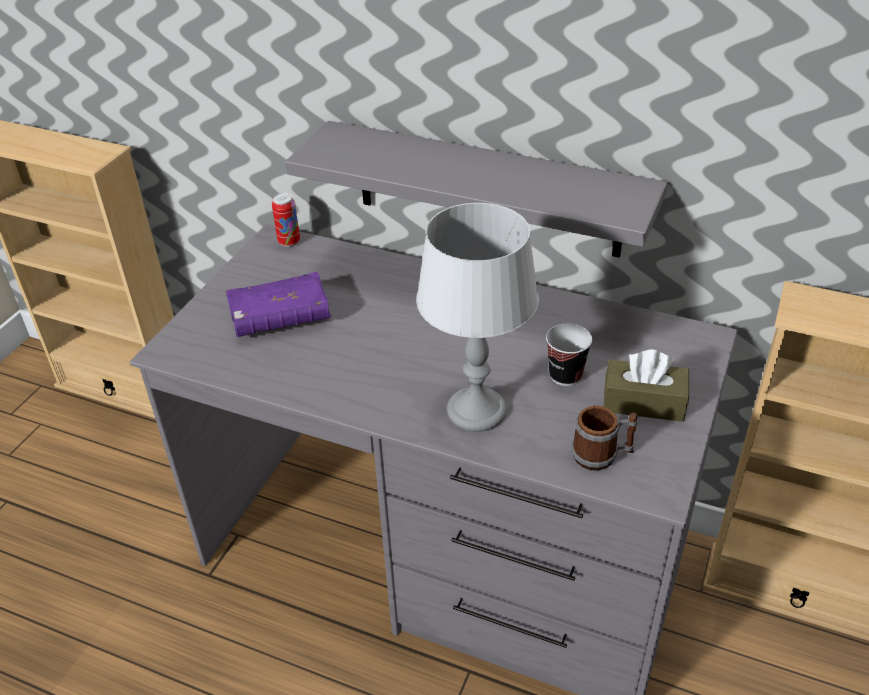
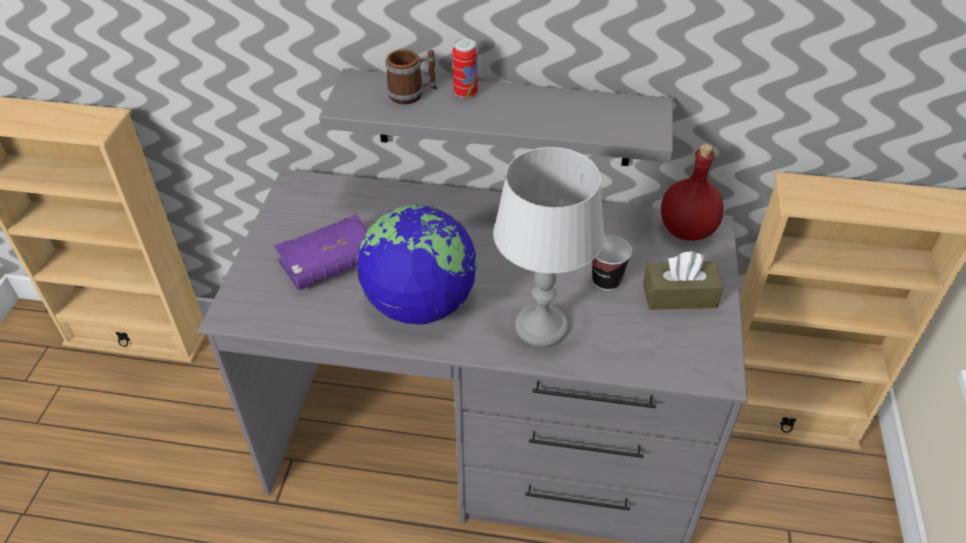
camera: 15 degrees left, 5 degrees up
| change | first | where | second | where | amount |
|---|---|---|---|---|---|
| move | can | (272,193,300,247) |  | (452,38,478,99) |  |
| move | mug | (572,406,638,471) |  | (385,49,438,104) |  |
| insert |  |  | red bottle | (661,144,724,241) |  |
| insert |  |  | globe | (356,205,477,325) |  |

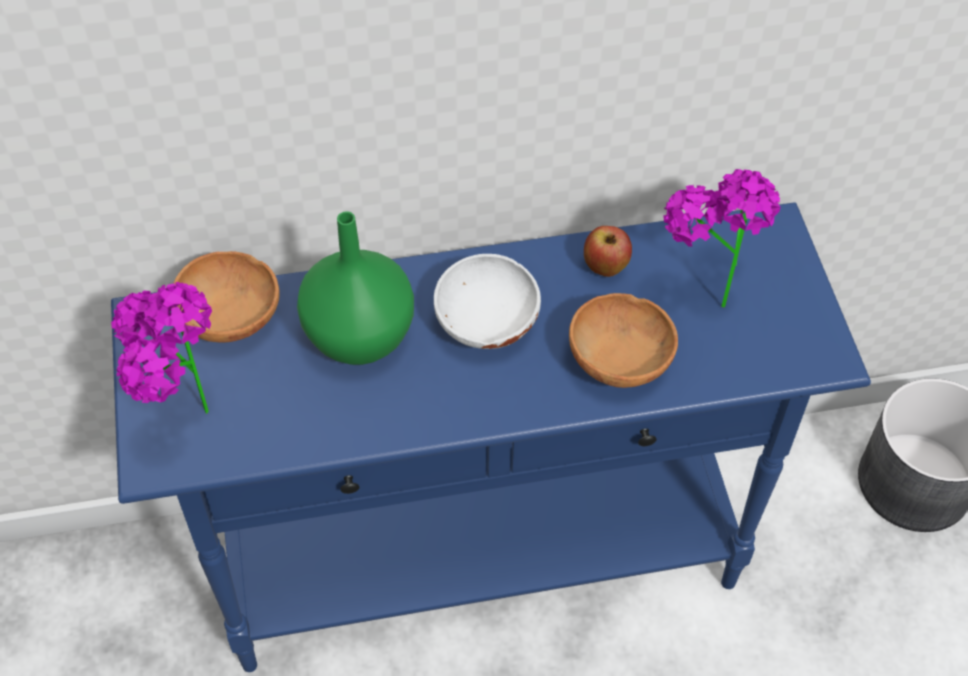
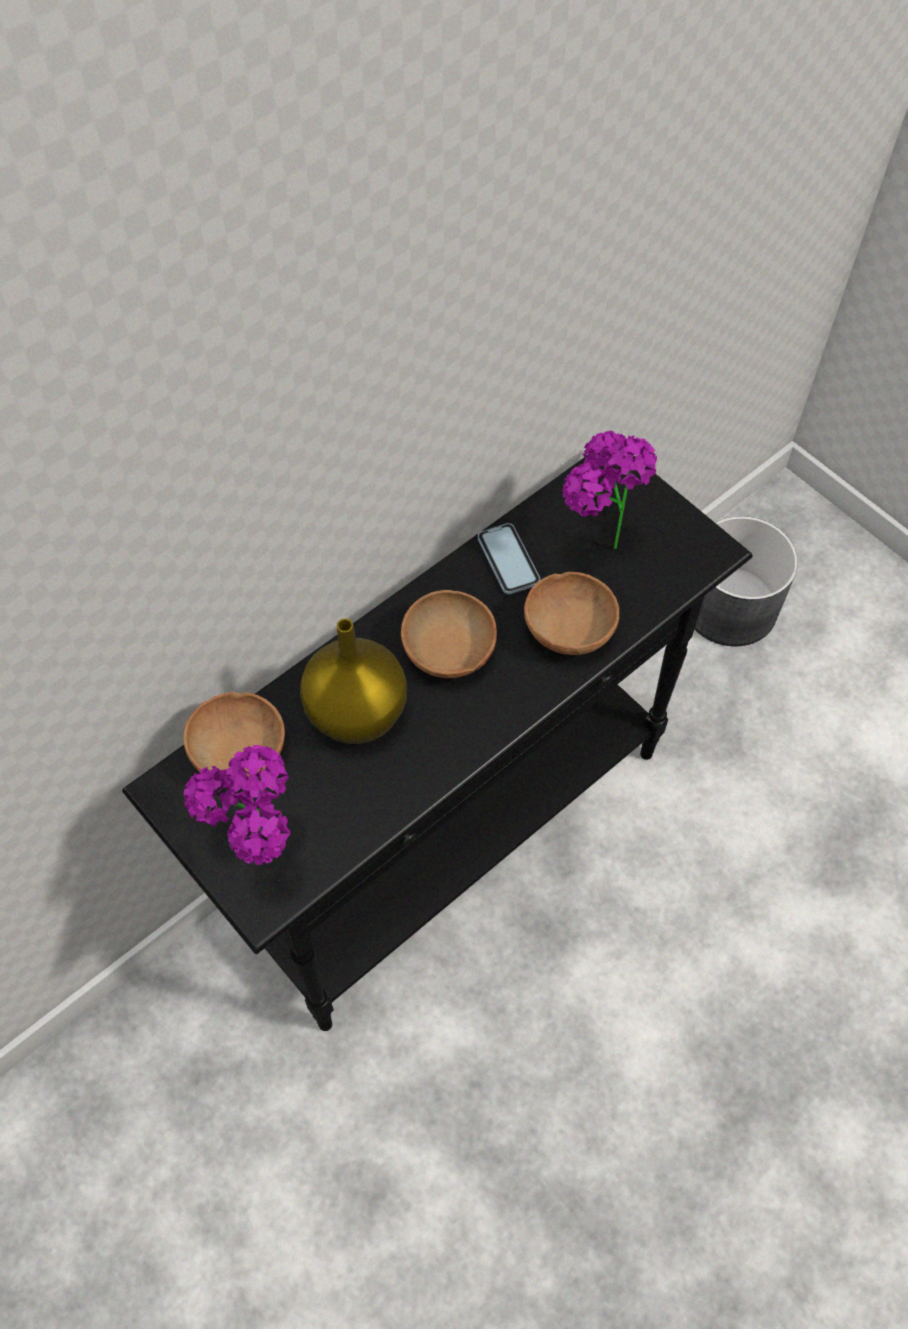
camera: 30 degrees left, 5 degrees up
| change | first | where | second | where | amount |
|---|---|---|---|---|---|
| recolor | blue console table | (111,202,871,672) | black console table | (122,453,753,1031) |  |
| recolor | green vase | (297,211,414,365) | yellow vase | (300,618,407,744) |  |
| replace | apple | (584,226,632,277) | phone | (478,523,540,594) |  |
| recolor | white bowl | (434,254,541,349) | brown bowl | (401,590,497,678) |  |

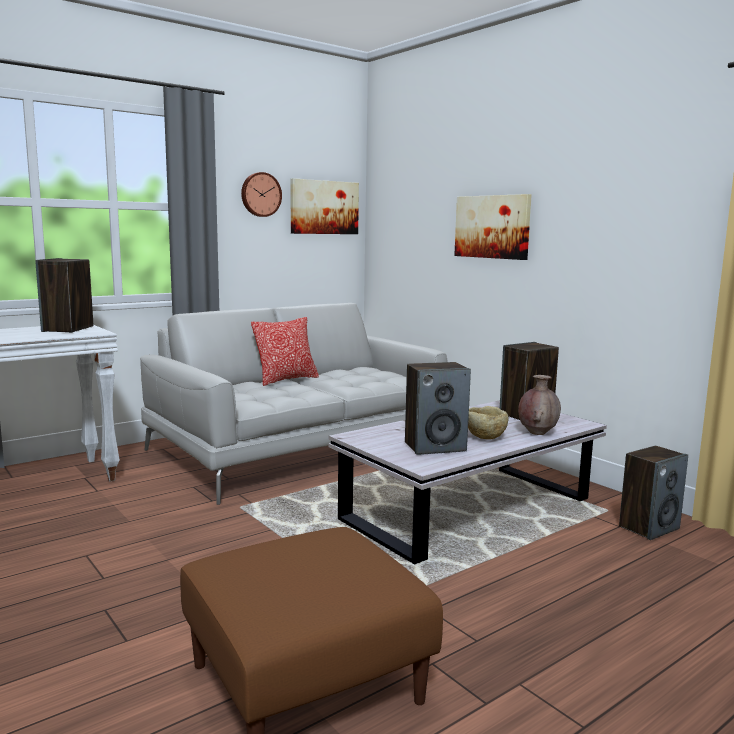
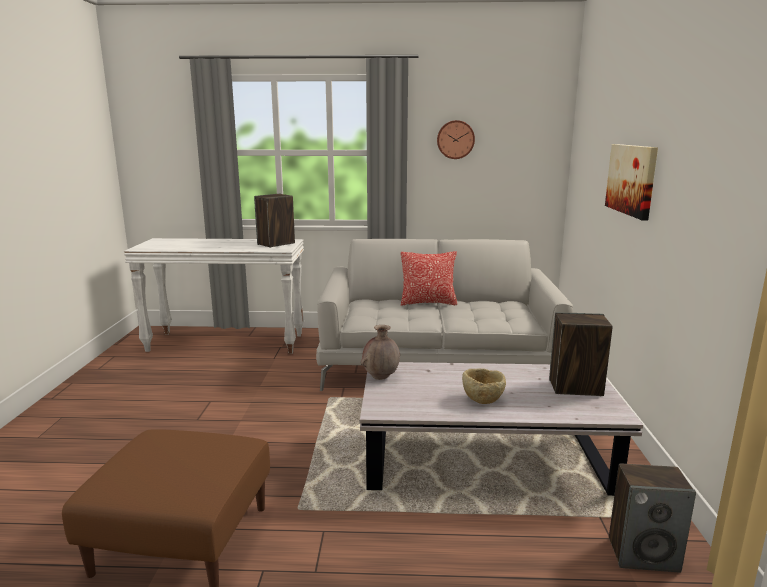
camera: 40 degrees right, 5 degrees up
| change | first | where | second | where | amount |
|---|---|---|---|---|---|
| delete | picture | (290,178,359,234) |  |  |  |
| delete | speaker | (405,362,471,455) |  |  |  |
| move | brown vase | (518,375,561,435) |  | (361,325,400,380) |  |

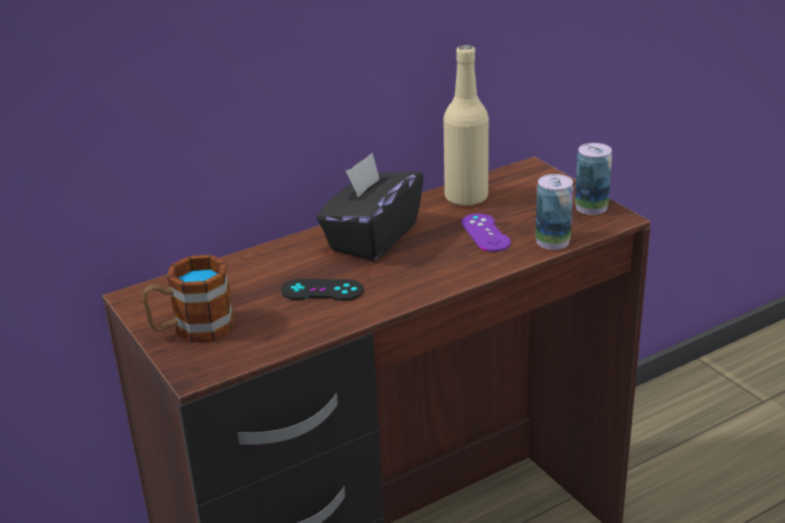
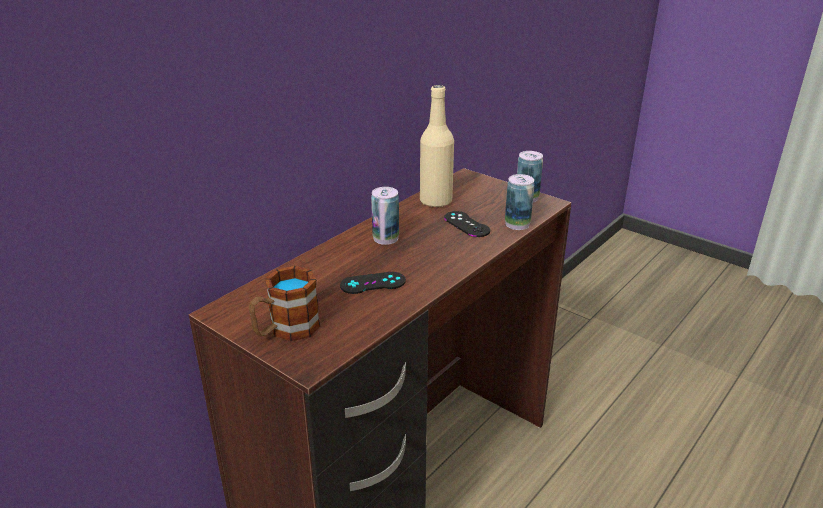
camera: 20 degrees left, 0 degrees up
| change | first | where | second | where | amount |
|---|---|---|---|---|---|
| replace | black tissue box | (316,153,424,261) | can | (371,187,399,245) |  |
| recolor | purple game controller | (461,214,511,252) | black game controller | (444,211,490,237) |  |

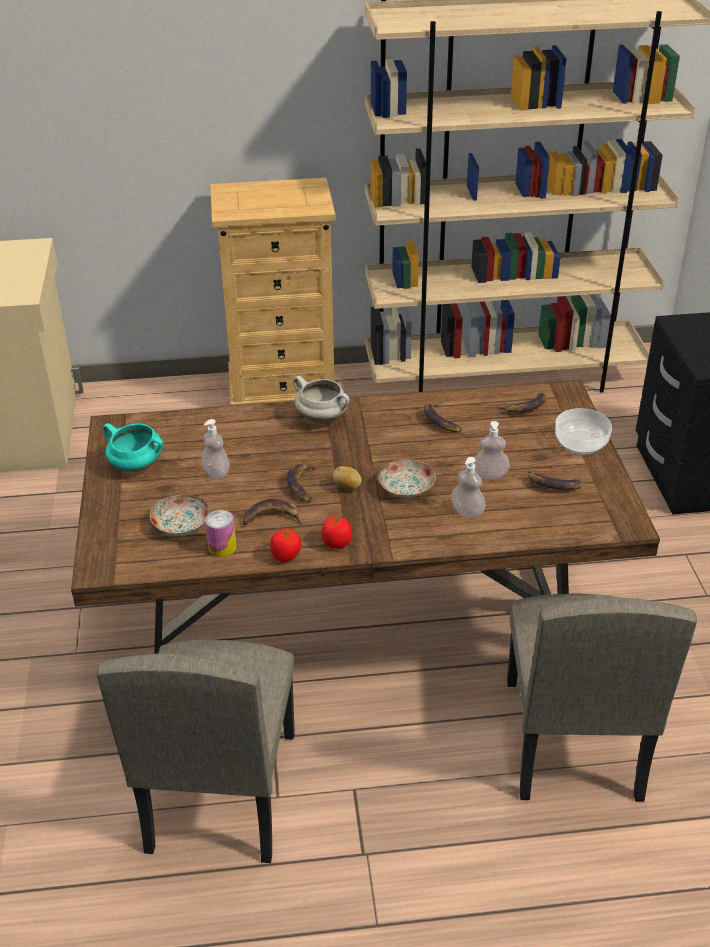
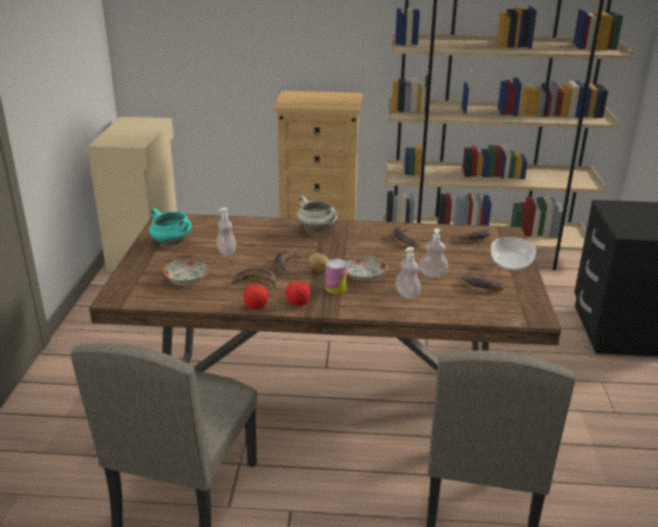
camera: 10 degrees right, 10 degrees down
| change | first | where | second | where | amount |
|---|---|---|---|---|---|
| move | can | (205,510,237,557) |  | (325,259,347,294) |  |

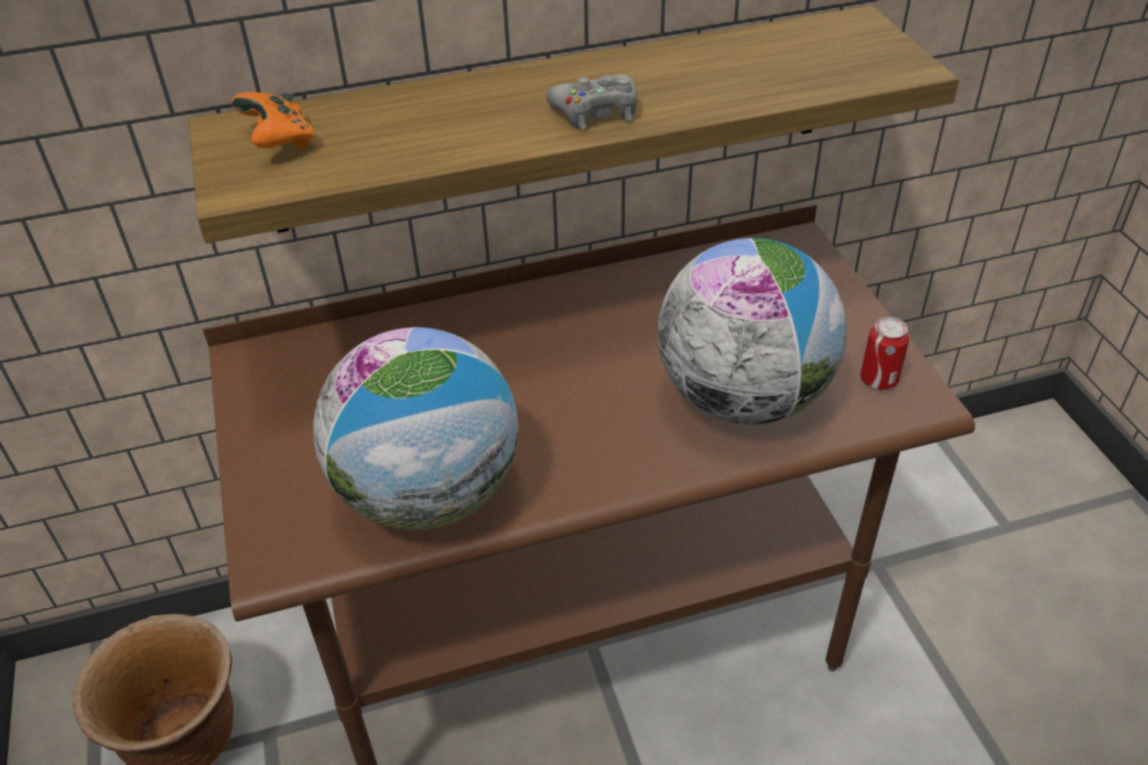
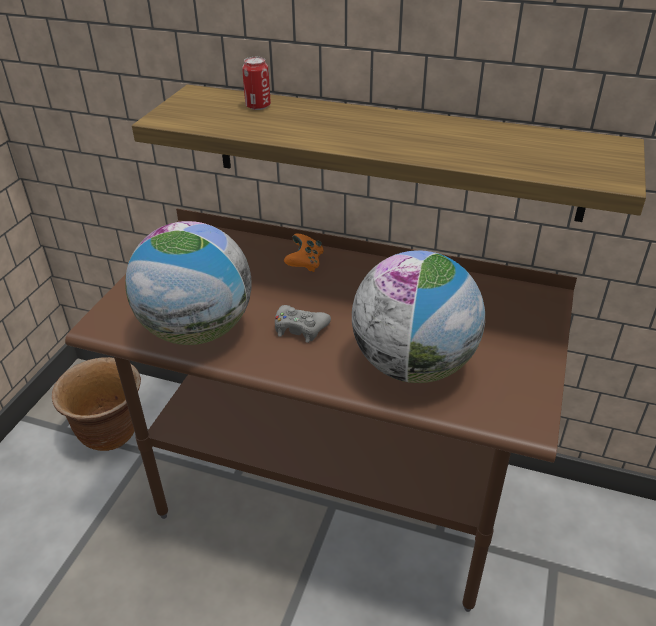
camera: 35 degrees right, 5 degrees down
| change | first | where | second | where | amount |
|---|---|---|---|---|---|
| move | grey game controller | (546,74,637,129) |  | (275,305,331,343) |  |
| move | orange game controller | (232,92,314,150) |  | (284,234,324,272) |  |
| move | can | (860,317,910,390) |  | (242,57,271,110) |  |

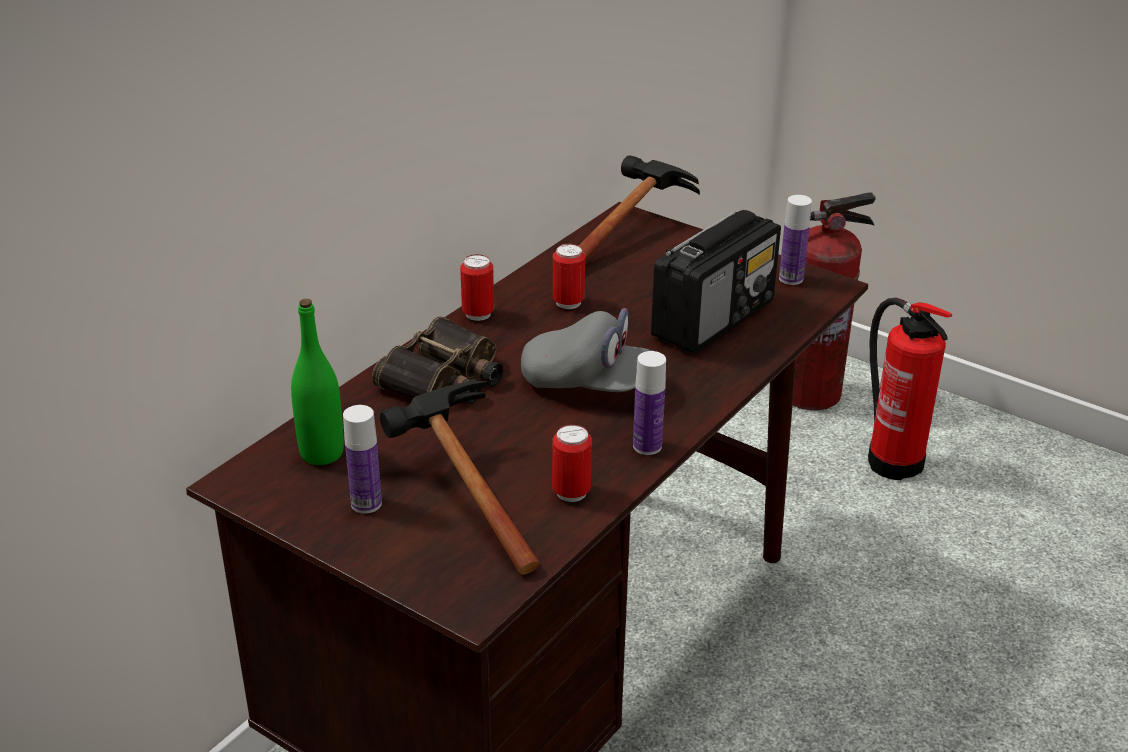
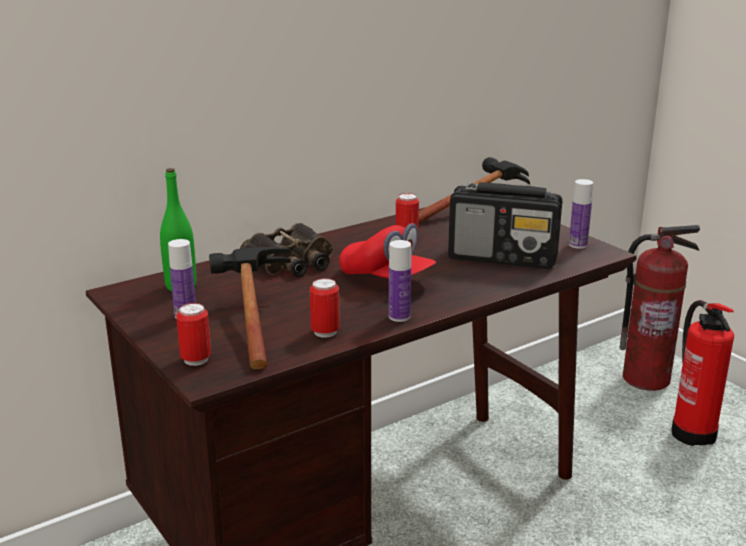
camera: 20 degrees right, 10 degrees down
| change | first | where | second | where | amount |
|---|---|---|---|---|---|
| rotate | radio | (651,210,781,354) |  | (448,182,562,269) | 45 degrees clockwise |
| move | can | (460,254,494,321) |  | (176,303,211,366) |  |
| recolor | grey cap | (521,308,653,392) | red cap | (339,223,436,279) |  |

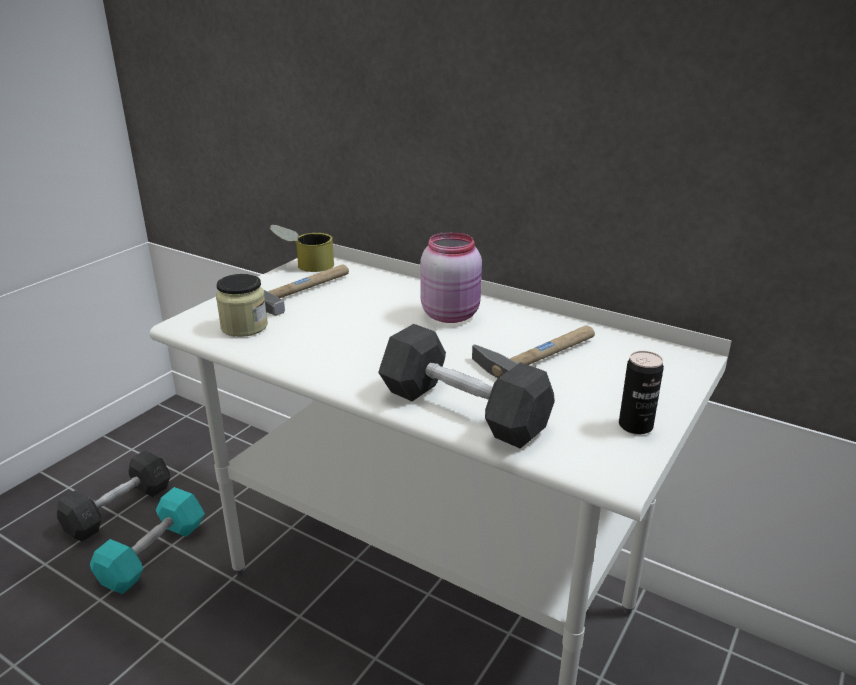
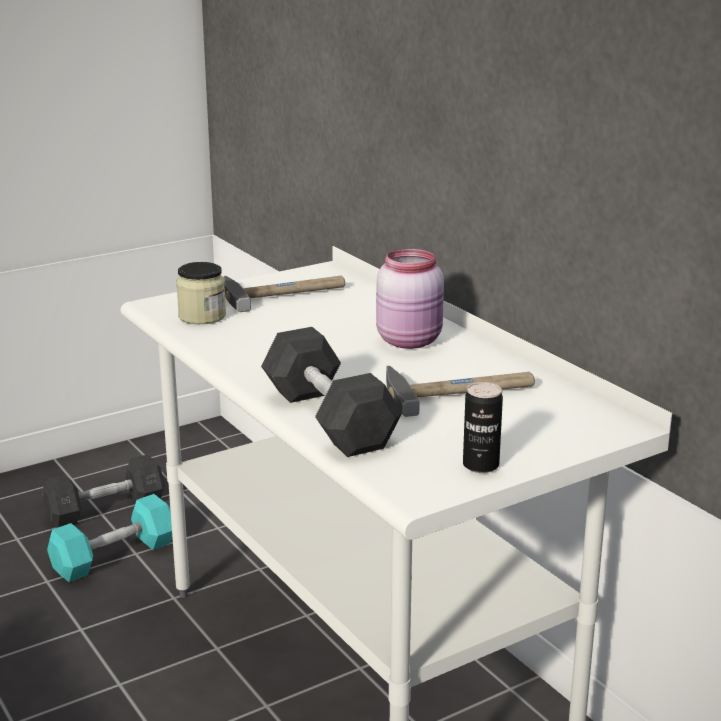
camera: 25 degrees right, 5 degrees down
| change | first | where | second | where | amount |
|---|---|---|---|---|---|
| delete | can | (270,225,334,272) |  |  |  |

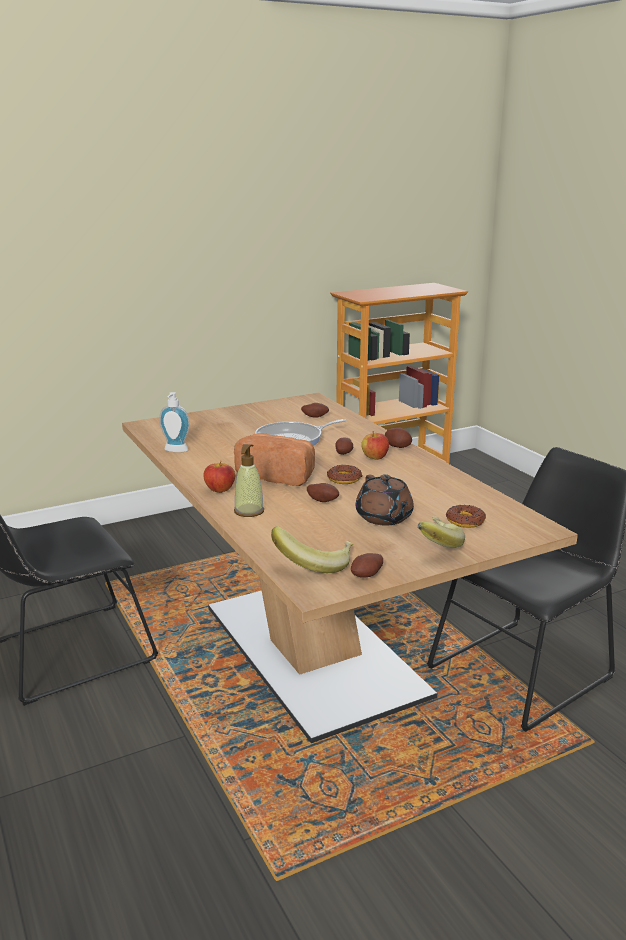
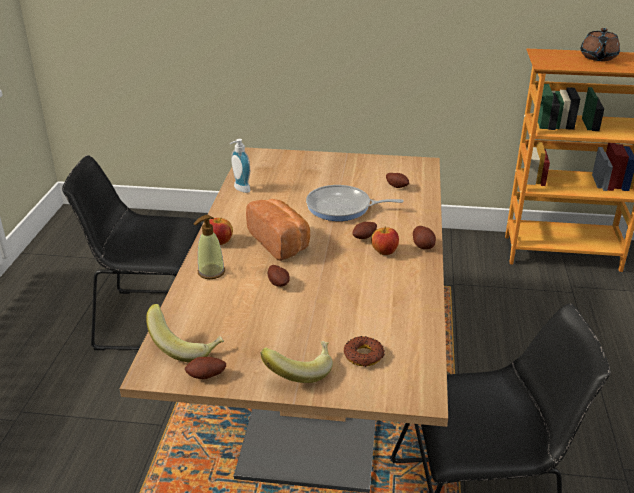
camera: 35 degrees right, 10 degrees up
| change | first | where | second | where | amount |
|---|---|---|---|---|---|
| delete | donut | (327,465,363,484) |  |  |  |
| move | brown teapot | (356,474,414,526) |  | (581,28,620,61) |  |

